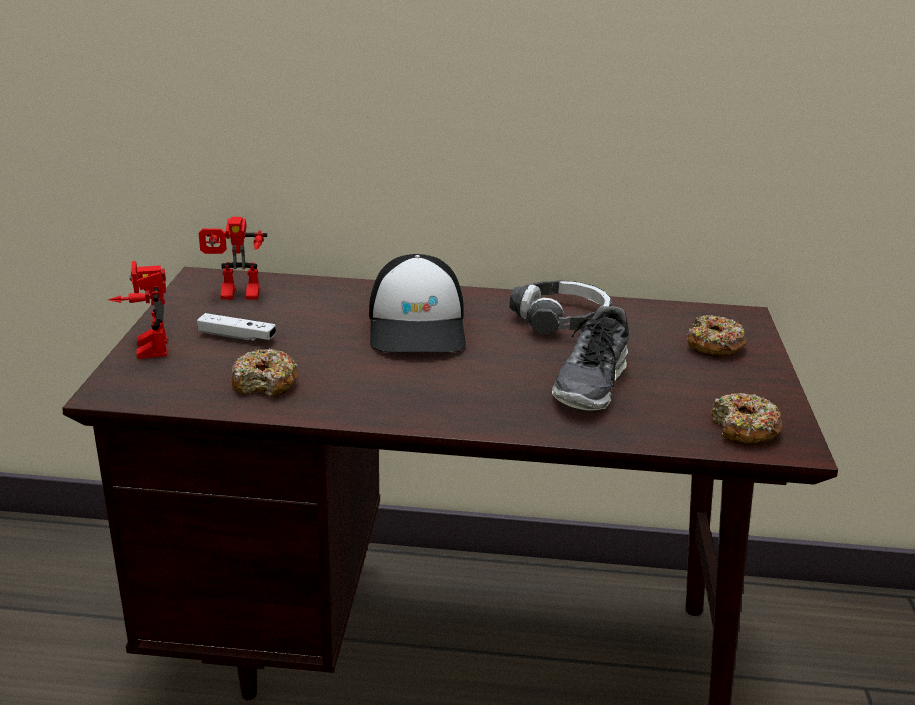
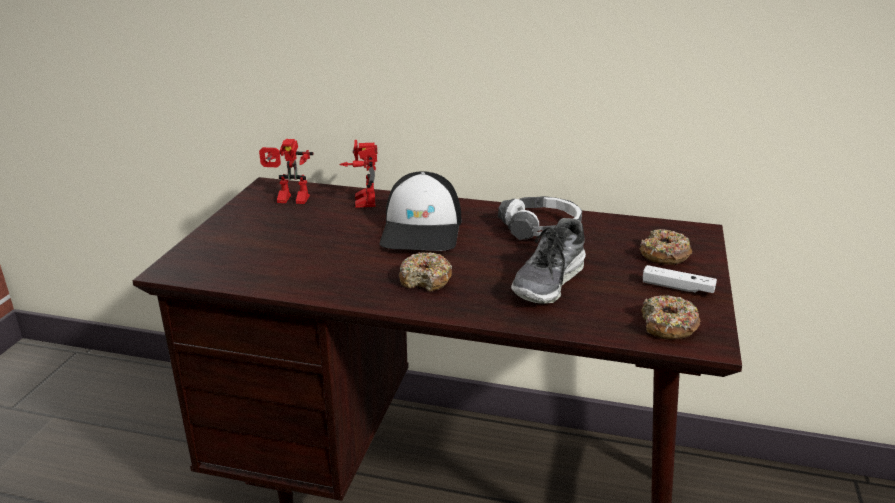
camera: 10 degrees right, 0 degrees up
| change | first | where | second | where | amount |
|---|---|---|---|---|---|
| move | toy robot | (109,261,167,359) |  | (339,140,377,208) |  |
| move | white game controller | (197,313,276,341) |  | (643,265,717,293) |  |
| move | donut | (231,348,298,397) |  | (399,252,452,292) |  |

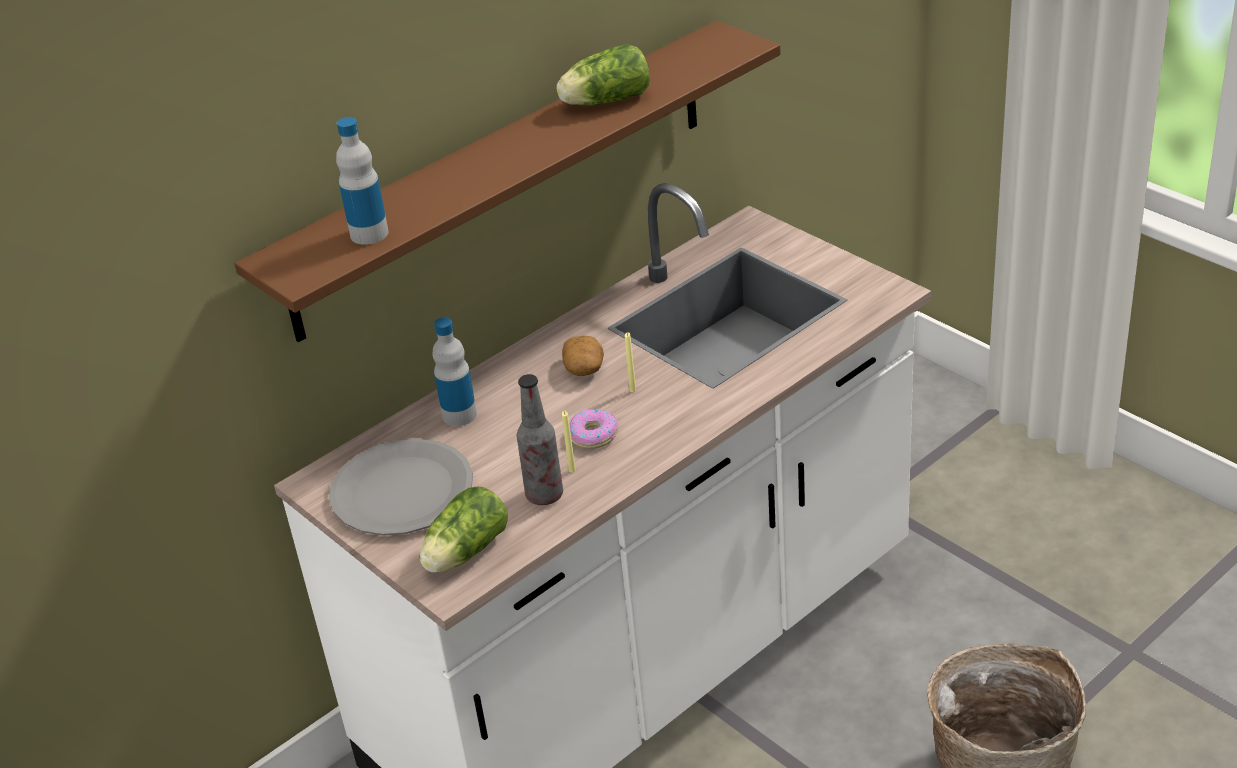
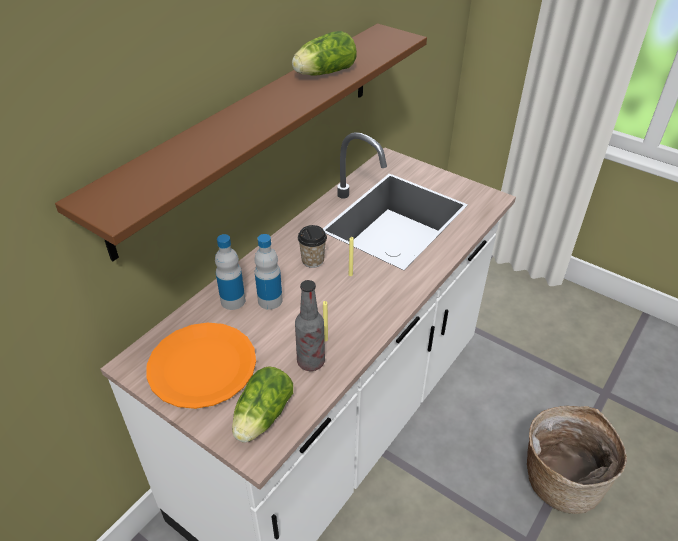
camera: 15 degrees left, 5 degrees up
| change | first | where | second | where | amount |
|---|---|---|---|---|---|
| move | bottle | (336,117,389,245) |  | (254,234,283,310) |  |
| replace | potato | (562,336,604,376) | cup | (298,225,327,268) |  |
| delete | donut | (570,409,618,449) |  |  |  |
| recolor | grey plate | (329,438,473,536) | orange plate | (146,323,256,409) |  |

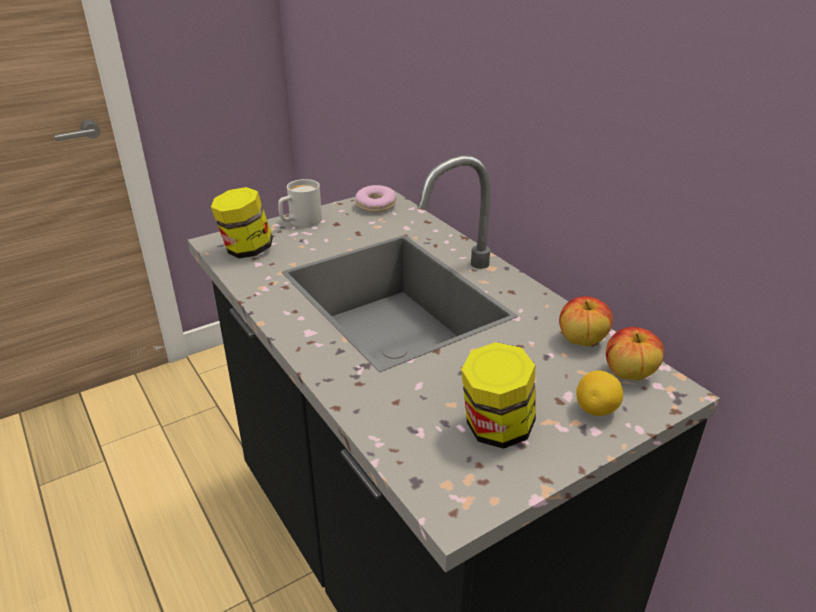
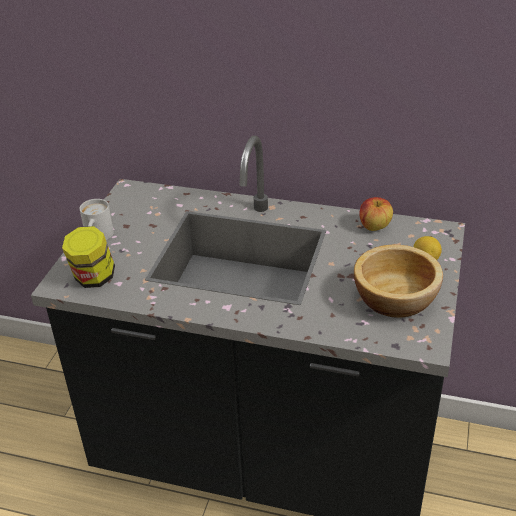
camera: 40 degrees left, 5 degrees up
| change | first | where | second | where | amount |
|---|---|---|---|---|---|
| delete | donut | (355,185,396,212) |  |  |  |
| delete | apple | (606,327,664,380) |  |  |  |
| replace | jar | (461,342,536,449) | bowl | (354,245,443,318) |  |

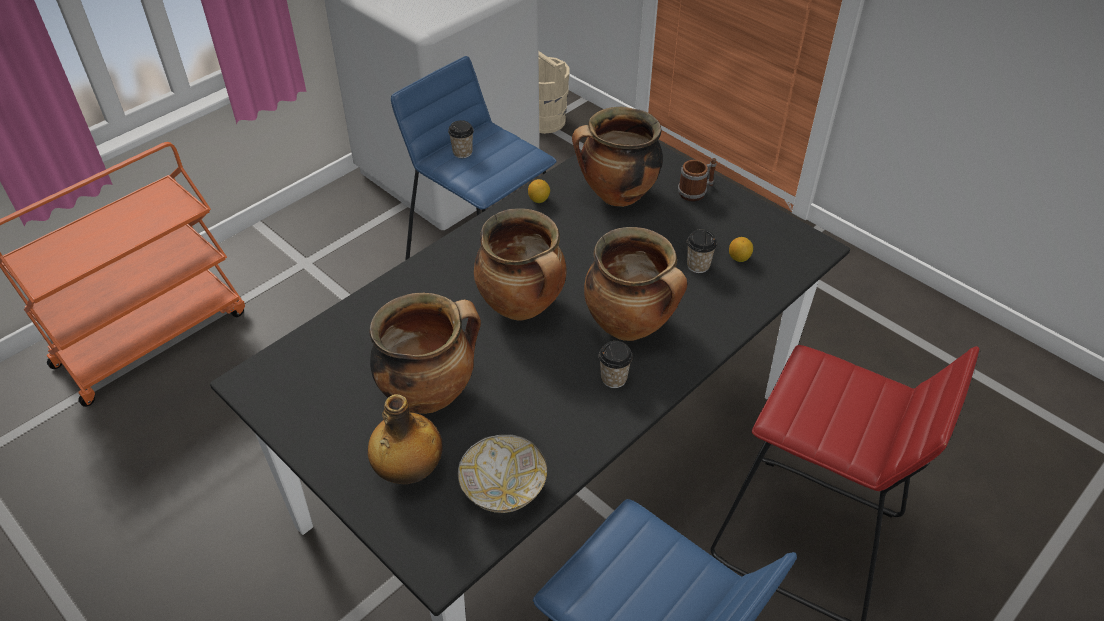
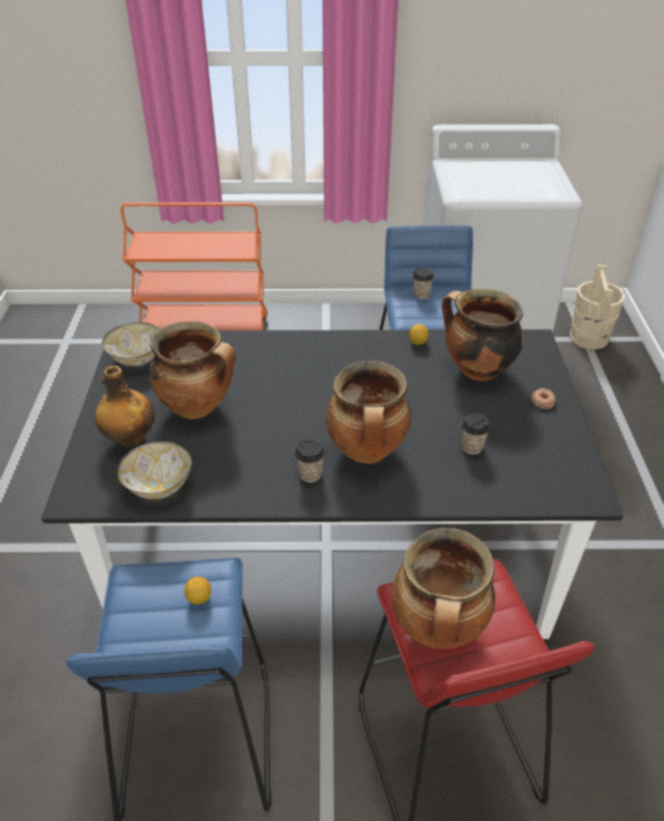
camera: 45 degrees right, 5 degrees down
| change | first | where | second | where | amount |
|---|---|---|---|---|---|
| replace | mug | (678,158,717,202) | donut | (531,388,556,409) |  |
| move | cooking pot | (474,208,567,321) |  | (392,528,495,649) |  |
| move | lemon | (729,237,753,262) |  | (184,577,211,605) |  |
| insert |  |  | bowl | (102,322,160,366) |  |

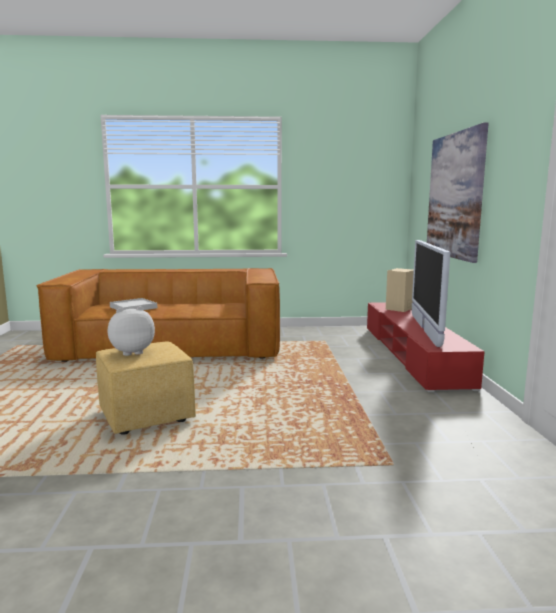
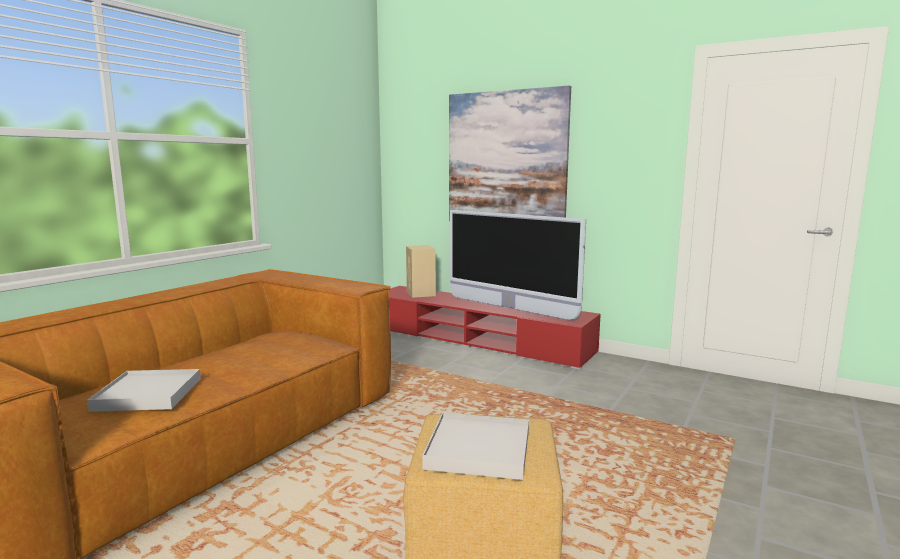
camera: 55 degrees left, 0 degrees up
| change | first | where | second | where | amount |
|---|---|---|---|---|---|
| replace | plush toy | (108,306,155,356) | white tray | (422,412,529,480) |  |

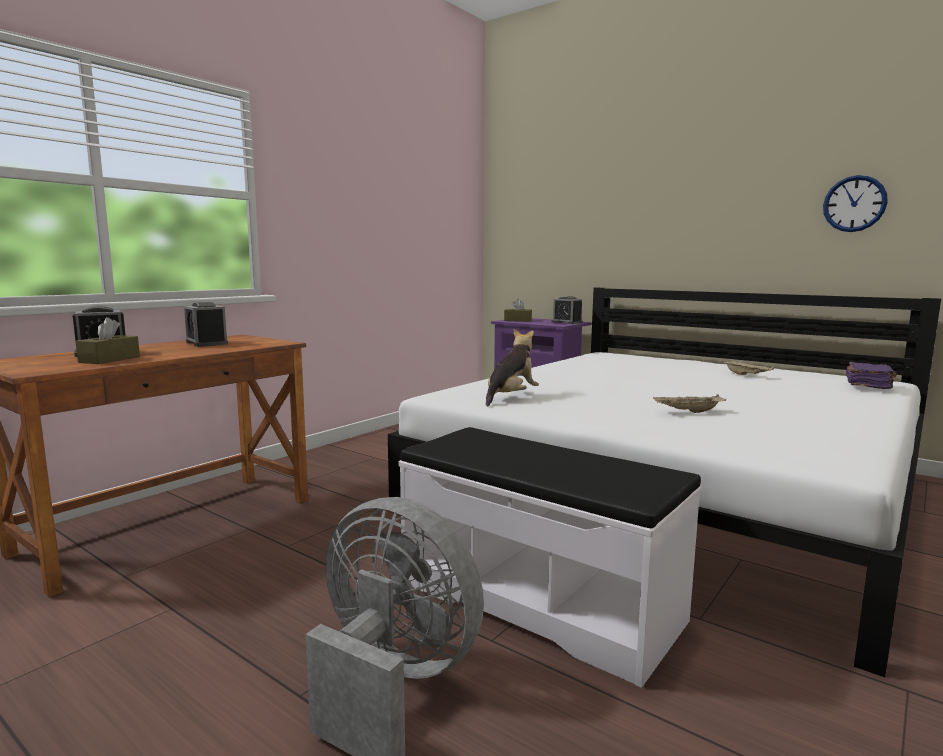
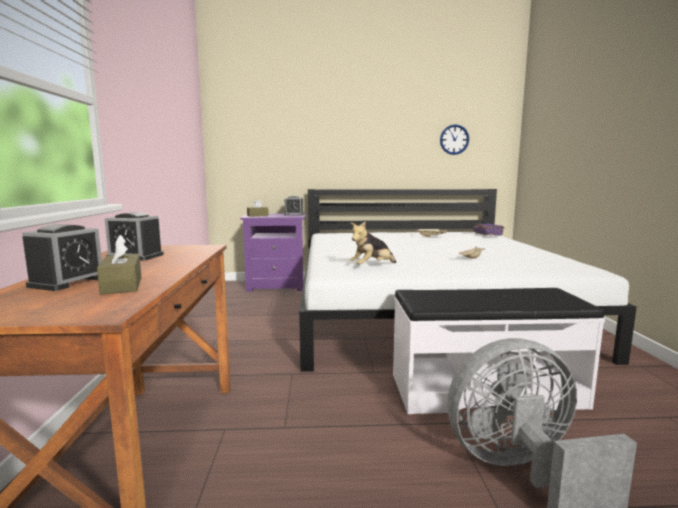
camera: 40 degrees left, 0 degrees up
| change | first | where | second | where | amount |
|---|---|---|---|---|---|
| rotate | plush toy | (486,329,539,407) |  | (350,222,396,265) | 120 degrees counterclockwise |

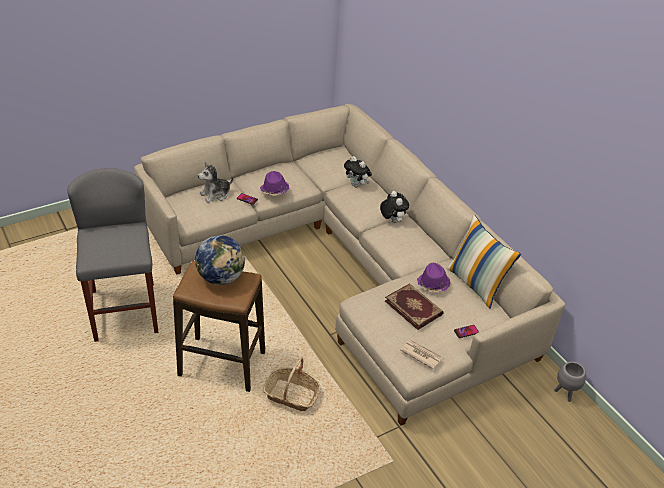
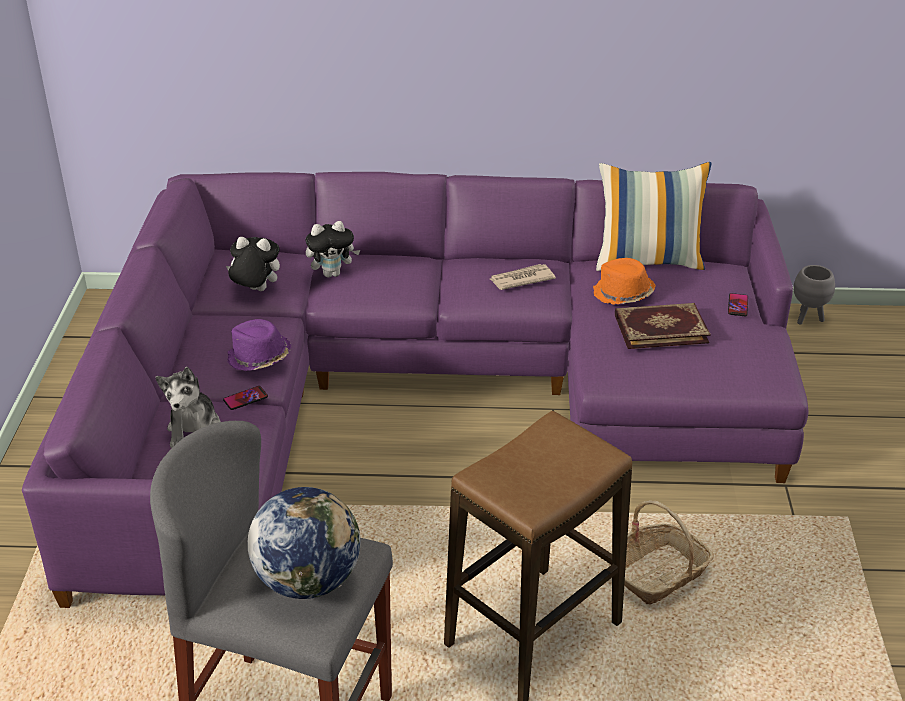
camera: 55 degrees left, 5 degrees down
| change | first | where | second | where | amount |
|---|---|---|---|---|---|
| recolor | beige sofa | (134,104,565,425) | purple sofa | (22,172,809,608) |  |
| move | plush toy | (380,191,409,223) |  | (226,237,280,291) |  |
| move | globe | (195,235,245,285) |  | (248,487,360,599) |  |
| recolor | purple hat | (417,263,450,292) | orange hat | (593,258,656,305) |  |
| move | newspaper | (401,340,443,369) |  | (490,264,556,290) |  |

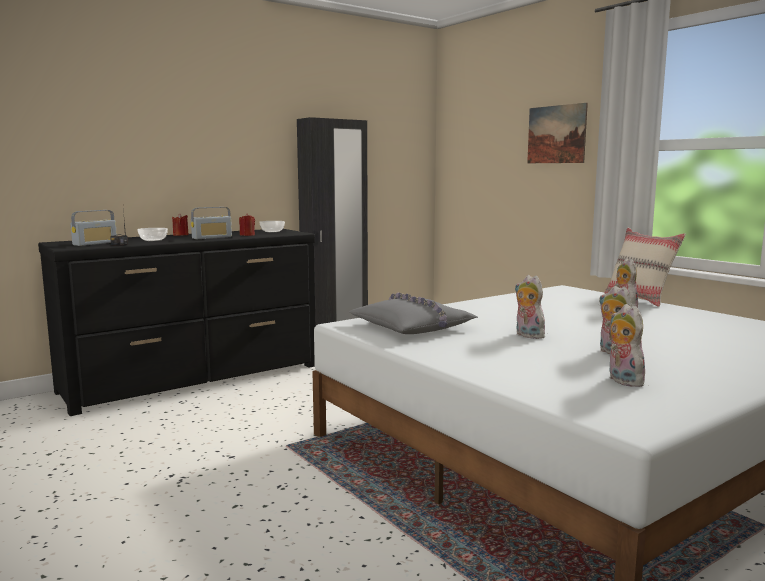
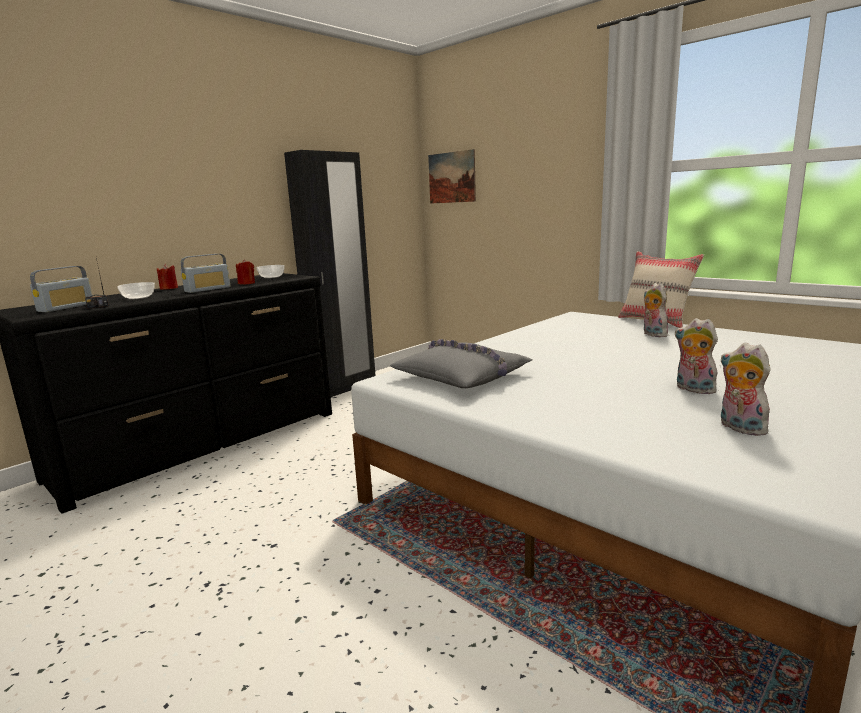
camera: 10 degrees left, 5 degrees up
| change | first | where | second | where | amount |
|---|---|---|---|---|---|
| move | picture | (527,103,588,163) |  | (428,149,476,204) |  |
| delete | plush toy | (515,275,549,339) |  |  |  |

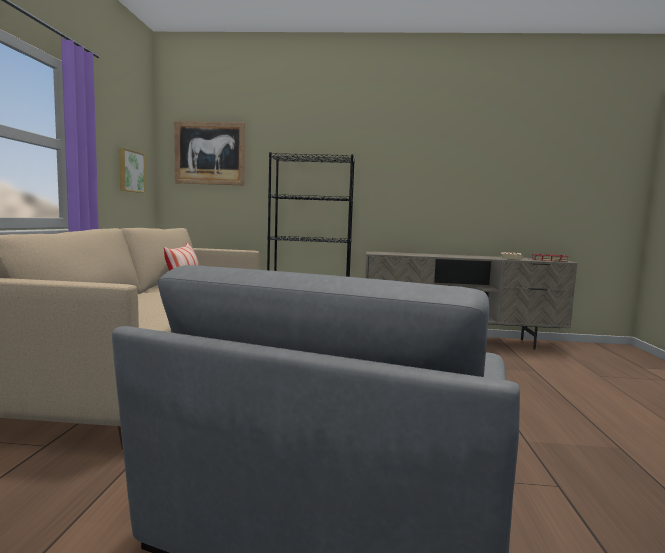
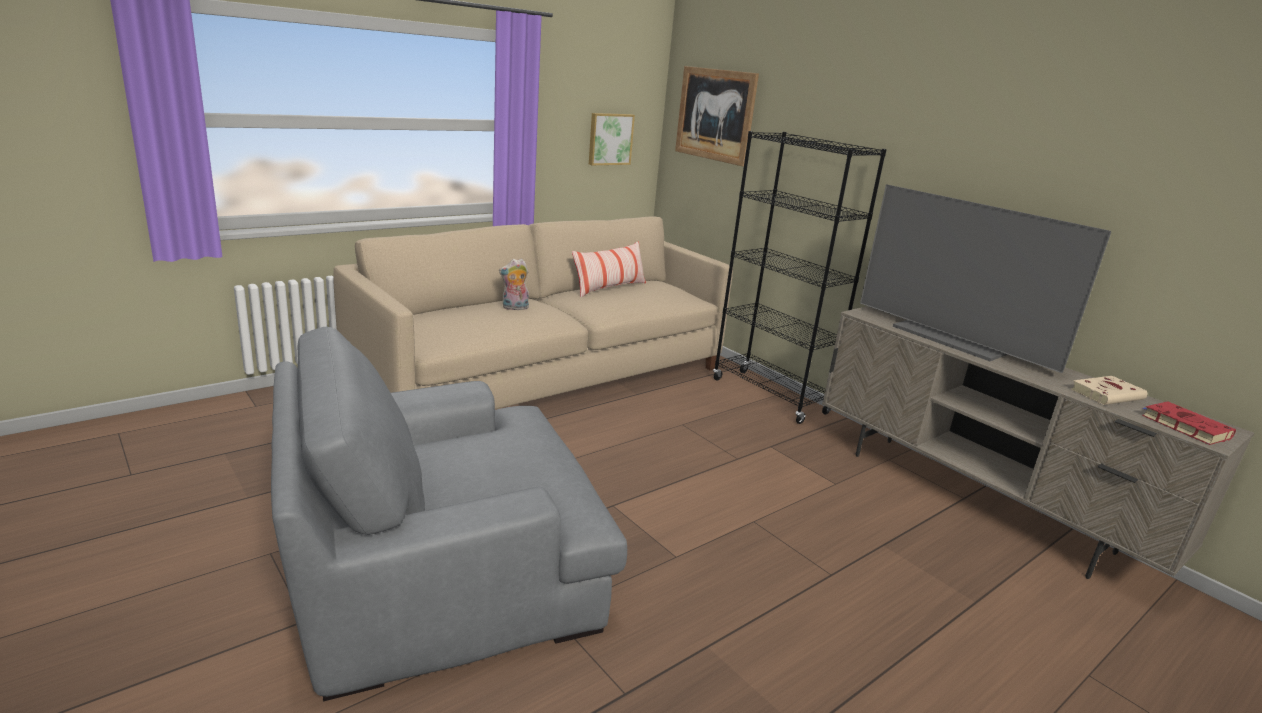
camera: 45 degrees right, 15 degrees up
| change | first | where | second | where | amount |
|---|---|---|---|---|---|
| insert |  |  | television | (860,184,1111,373) |  |
| insert |  |  | plush toy | (499,258,529,310) |  |

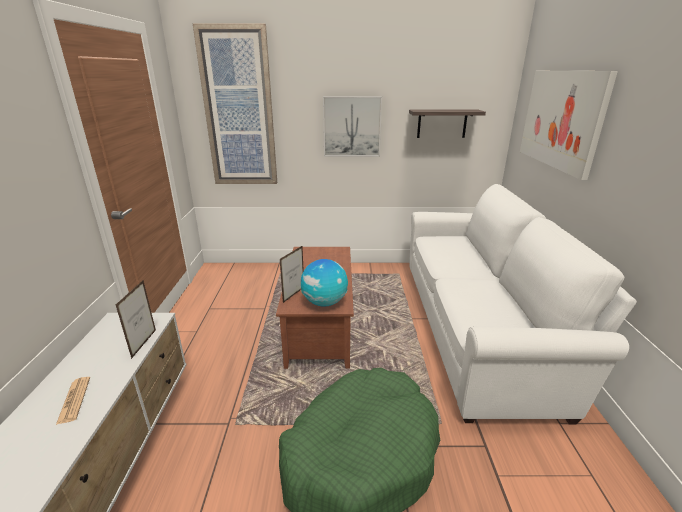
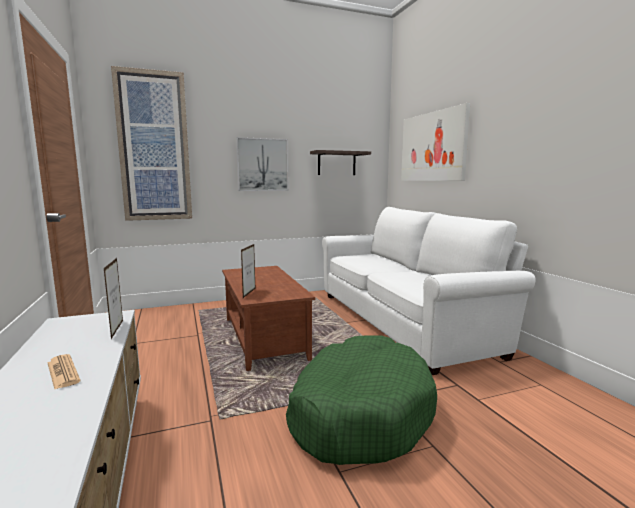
camera: 20 degrees left, 15 degrees down
| change | first | where | second | where | amount |
|---|---|---|---|---|---|
| delete | globe | (301,259,348,307) |  |  |  |

